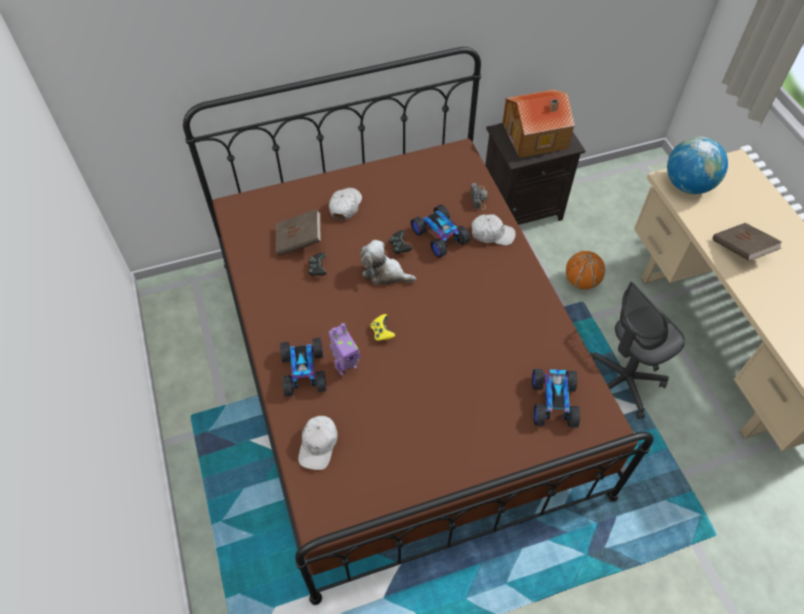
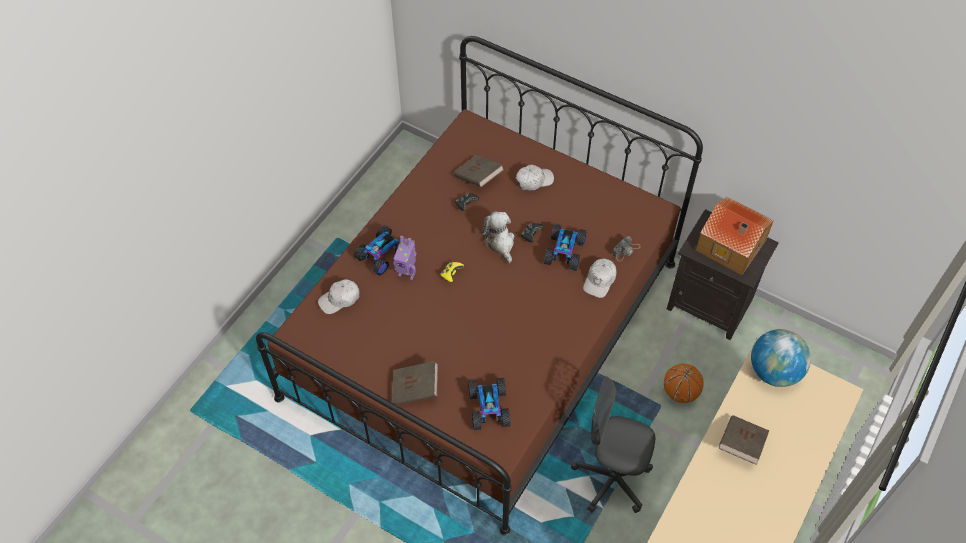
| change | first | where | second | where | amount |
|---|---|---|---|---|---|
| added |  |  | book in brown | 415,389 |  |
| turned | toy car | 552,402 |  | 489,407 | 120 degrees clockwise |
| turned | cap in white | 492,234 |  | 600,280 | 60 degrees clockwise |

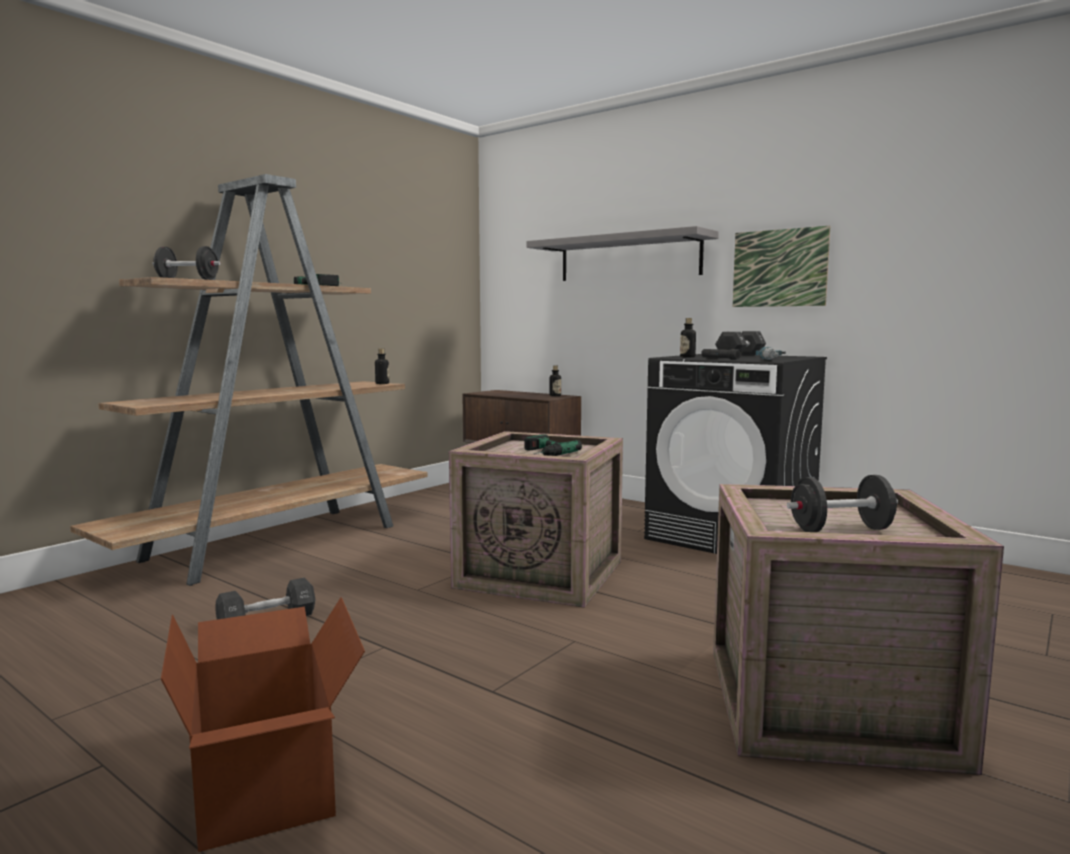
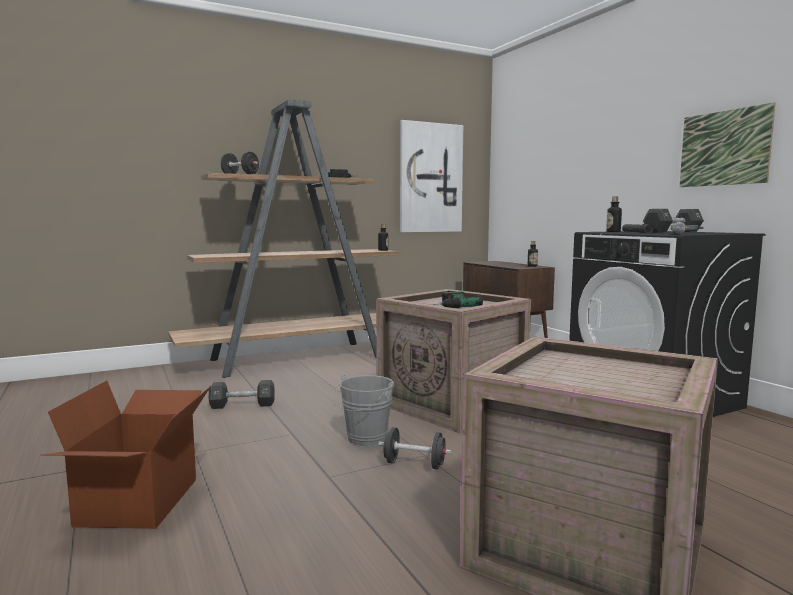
| change | first | where | second | where | amount |
|---|---|---|---|---|---|
| added |  |  | bucket in grey | 364,440 |  |
| moved | dumbbell in black | 841,530 |  | 414,464 |  |
| added |  |  | picture | 430,178 |  |
| removed | shelf in grey | 628,258 |  |  |  |

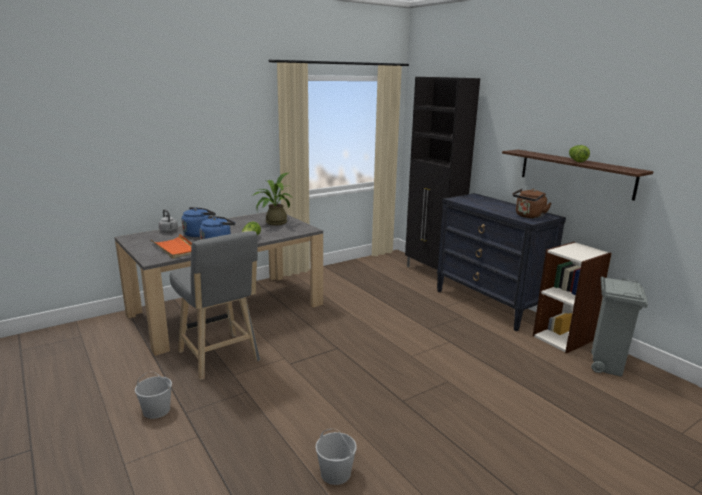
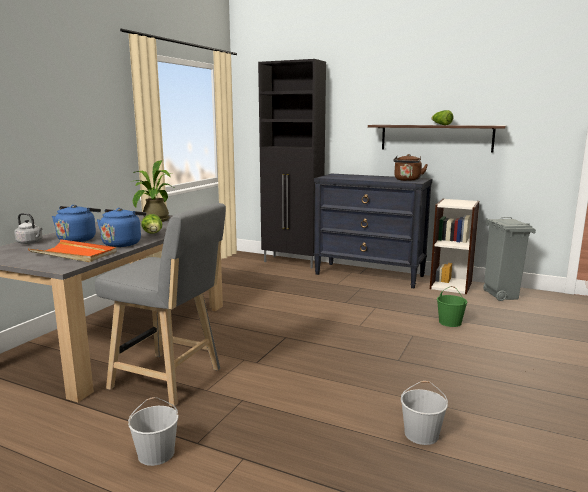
| change | first | where | second | where | amount |
|---|---|---|---|---|---|
| added |  |  | bucket in green | 450,322 |  |

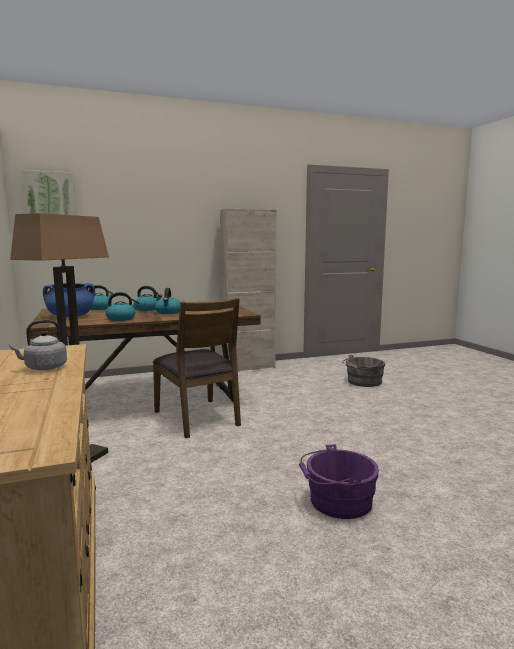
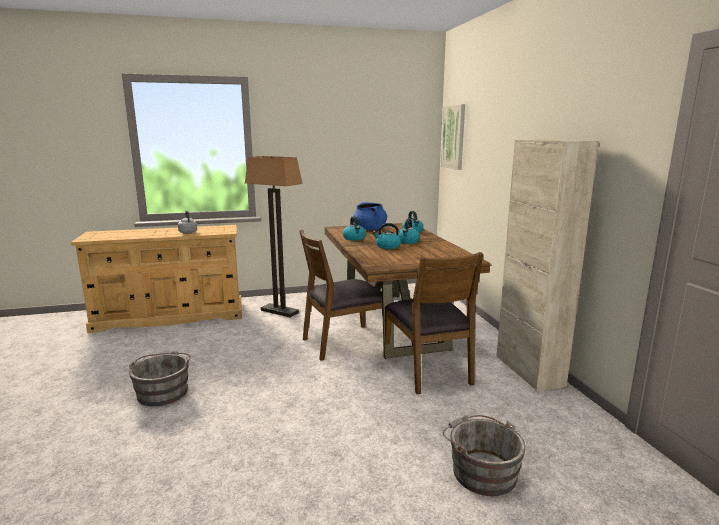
| change | first | where | second | where | amount |
|---|---|---|---|---|---|
| recoloured | bucket in purple | 337,501 | bucket in grey | 163,391 |  |
| added |  |  | chair in brown | 428,369 |  |

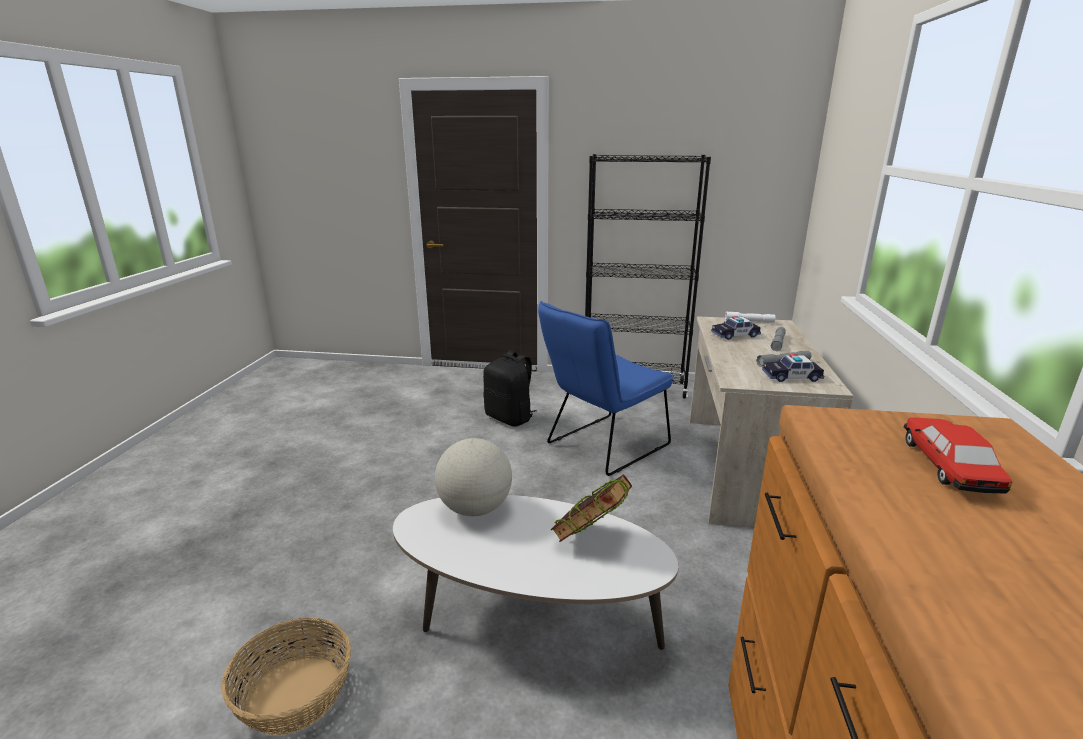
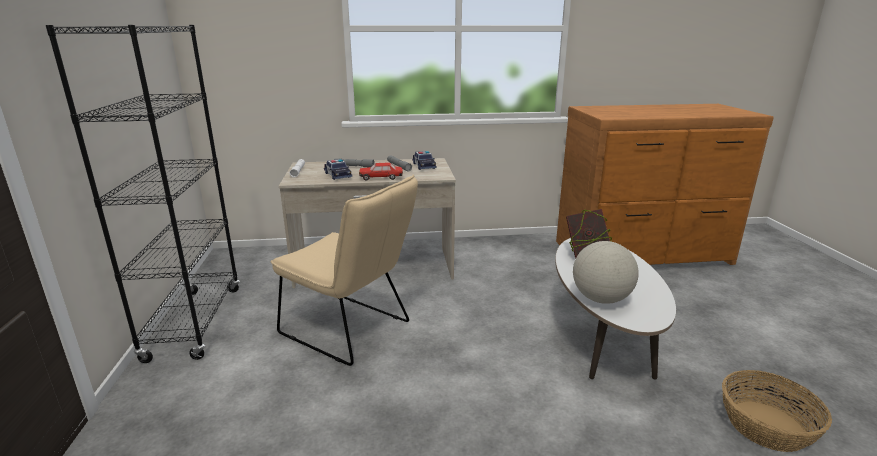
| change | first | where | second | where | amount |
|---|---|---|---|---|---|
| recoloured | chair in blue | 602,447 | chair in beige | 351,330 |  |
| moved | toy car | 948,467 |  | 381,178 |  |
| removed | backpack in black | 510,418 |  |  |  |

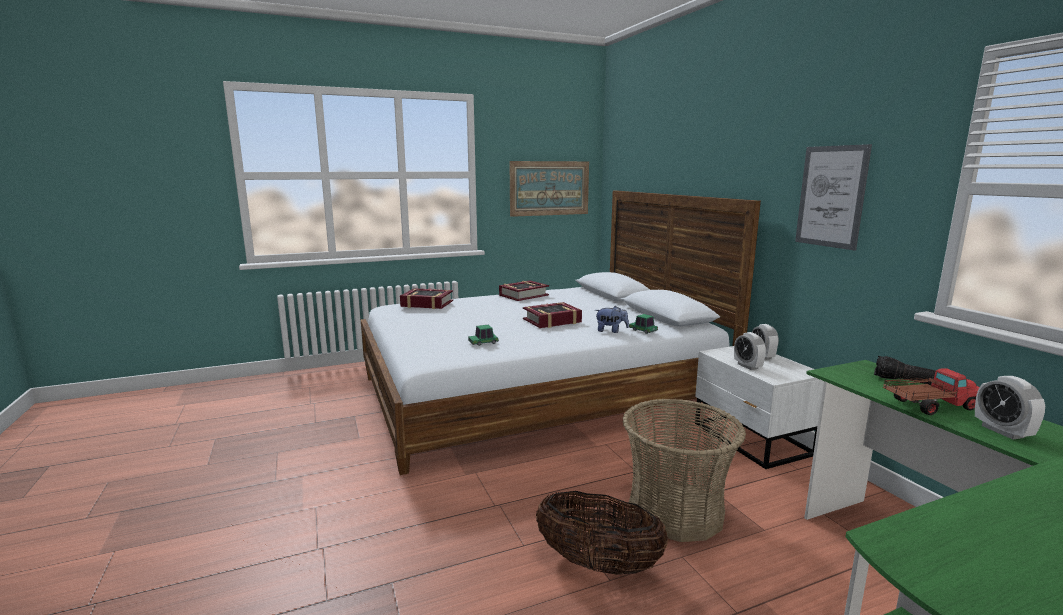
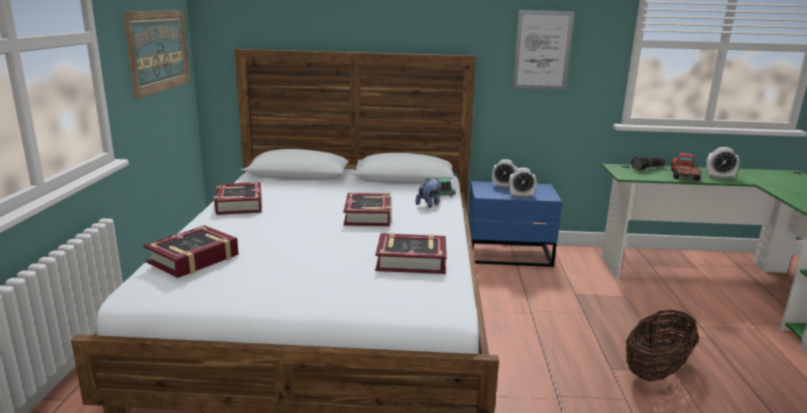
| change | first | where | second | where | amount |
|---|---|---|---|---|---|
| replaced | toy car | 483,343 | book | 411,261 |  |
| recoloured | nightstand in white | 751,440 | nightstand in blue | 509,255 |  |
| removed | basket | 676,511 |  |  |  |

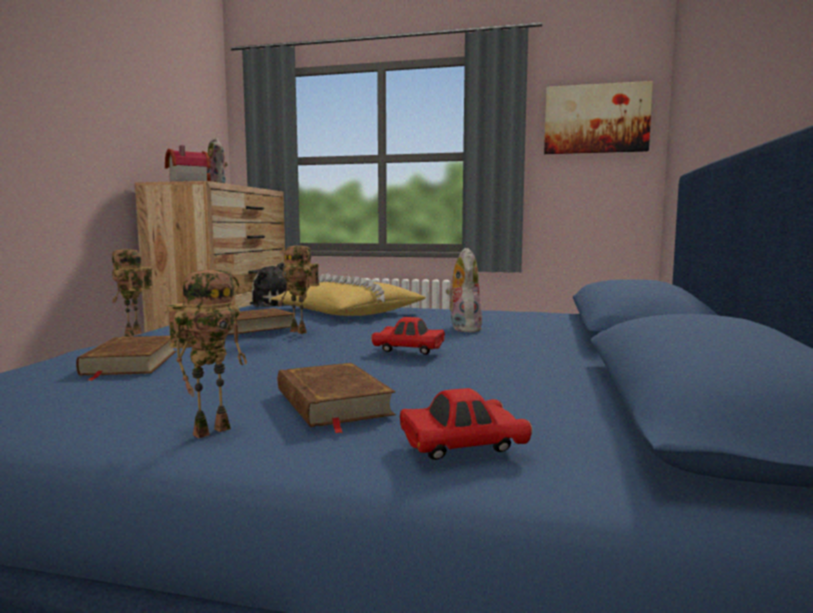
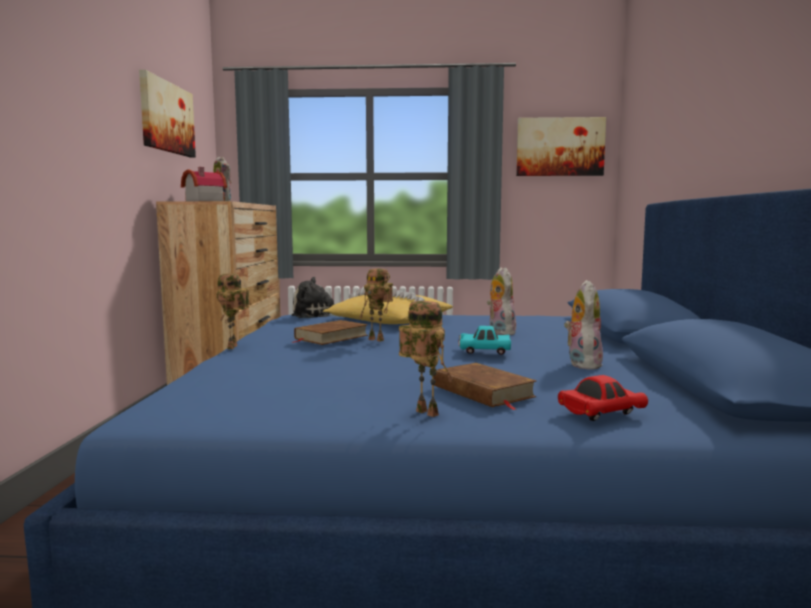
| change | first | where | second | where | amount |
|---|---|---|---|---|---|
| added |  |  | picture | 166,117 |  |
| turned | toy robot | 212,430 |  | 423,413 | 75 degrees counterclockwise |
| recoloured | toy car in red | 409,350 | toy car in turquoise | 484,352 |  |
| added |  |  | plush toy | 581,364 |  |
| removed | book in brown | 130,363 |  |  |  |

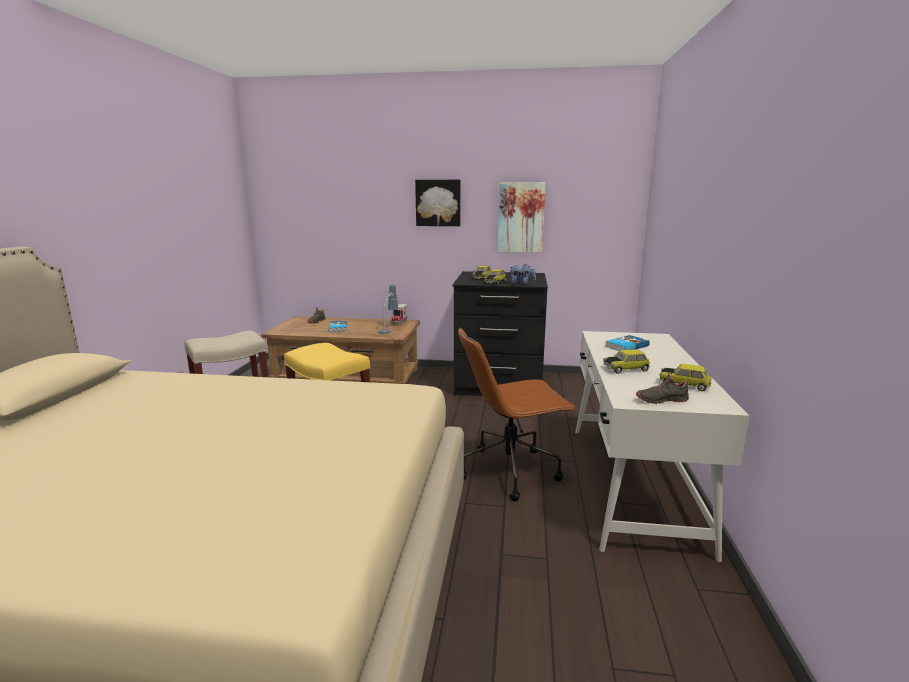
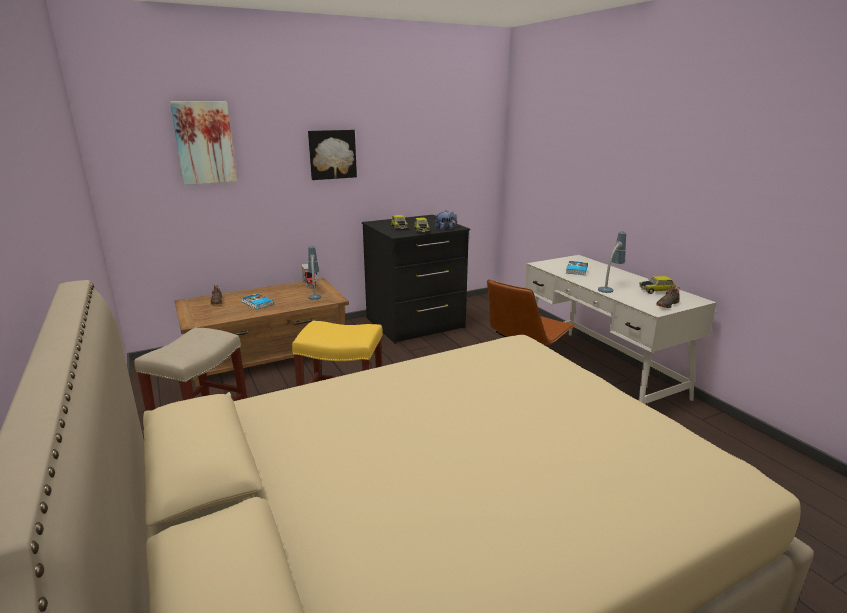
| change | first | where | second | where | amount |
|---|---|---|---|---|---|
| moved | picture | 521,217 |  | 204,143 |  |
| replaced | toy car | 625,369 | table lamp | 610,287 |  |

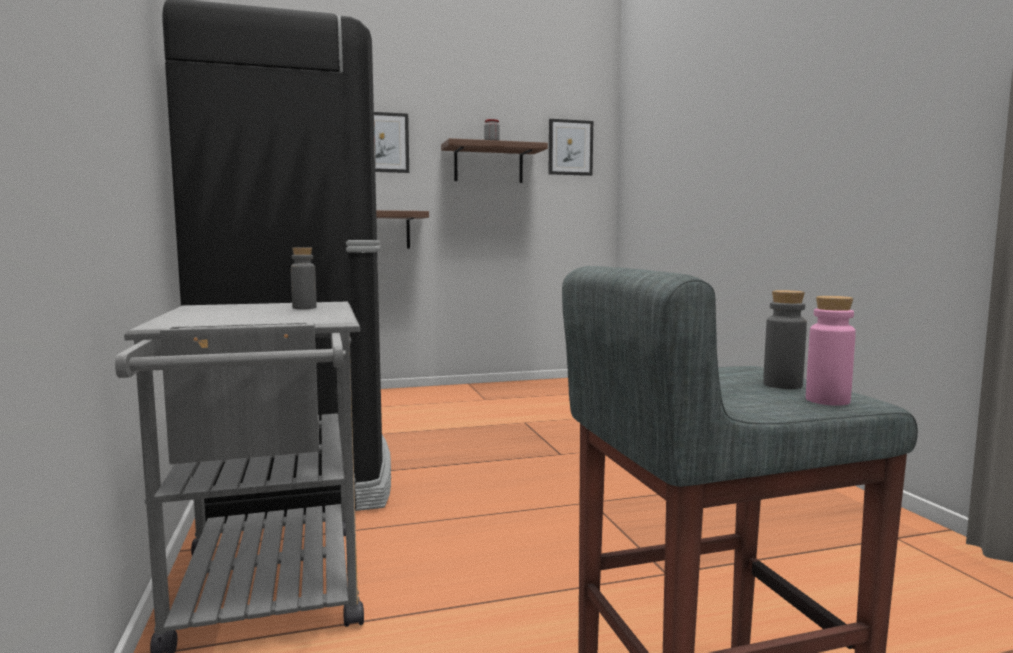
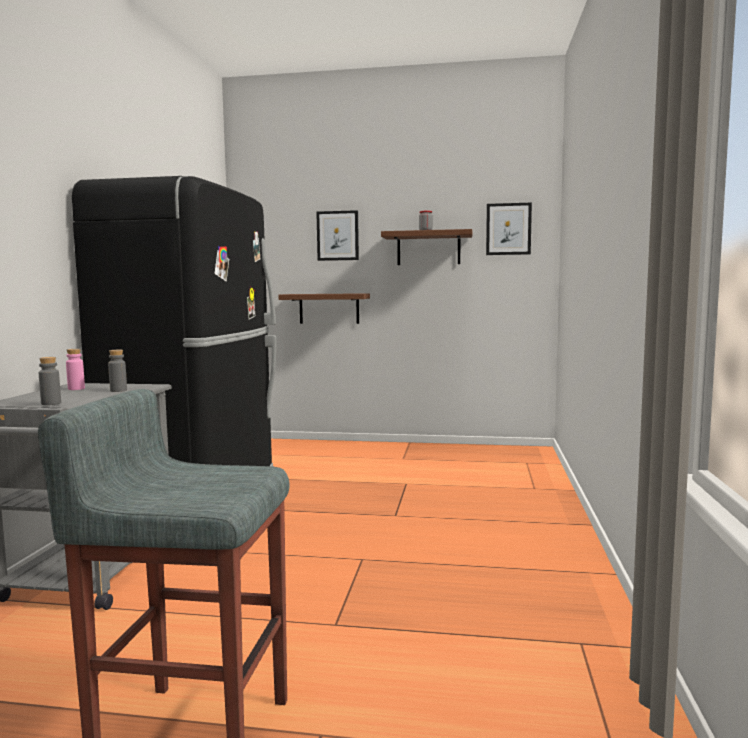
| change | first | where | second | where | amount |
|---|---|---|---|---|---|
| moved | bottle in grey | 782,385 |  | 51,403 |  |
| moved | bottle in pink | 827,400 |  | 76,389 |  |

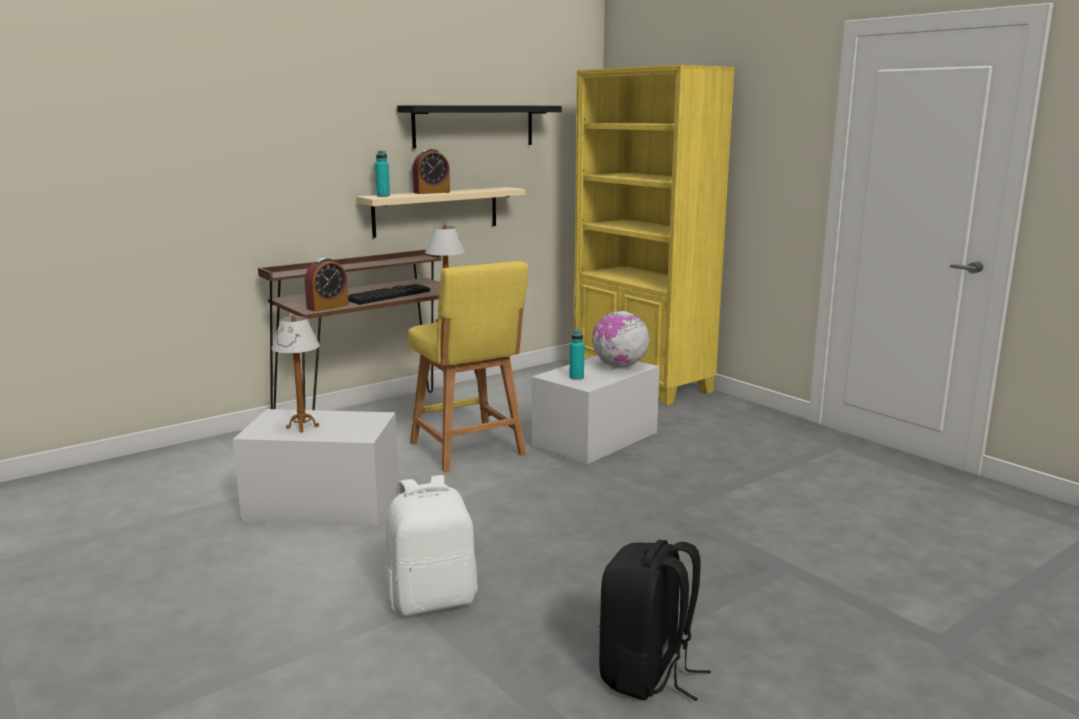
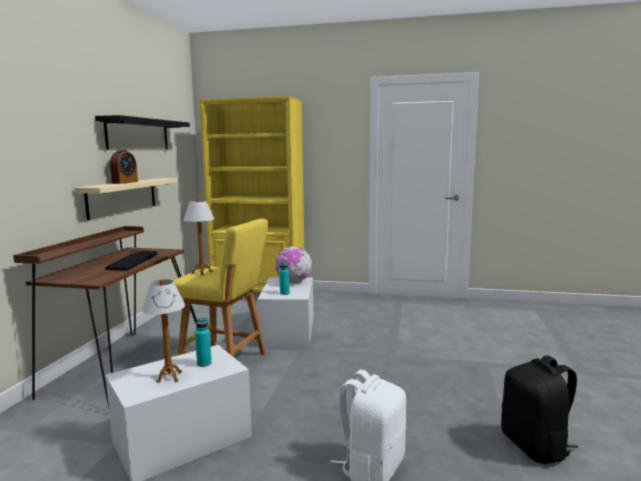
| change | first | where | second | where | amount |
|---|---|---|---|---|---|
| moved | bottle in turquoise | 383,196 |  | 204,363 |  |
| removed | alarm clock | 327,307 |  |  |  |

